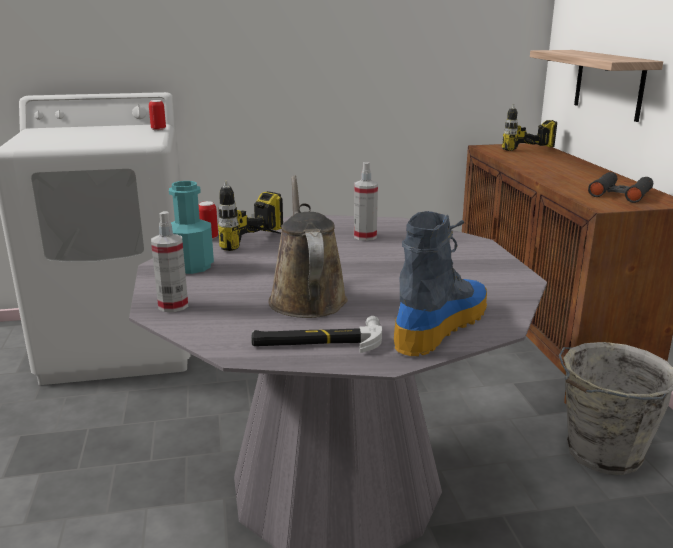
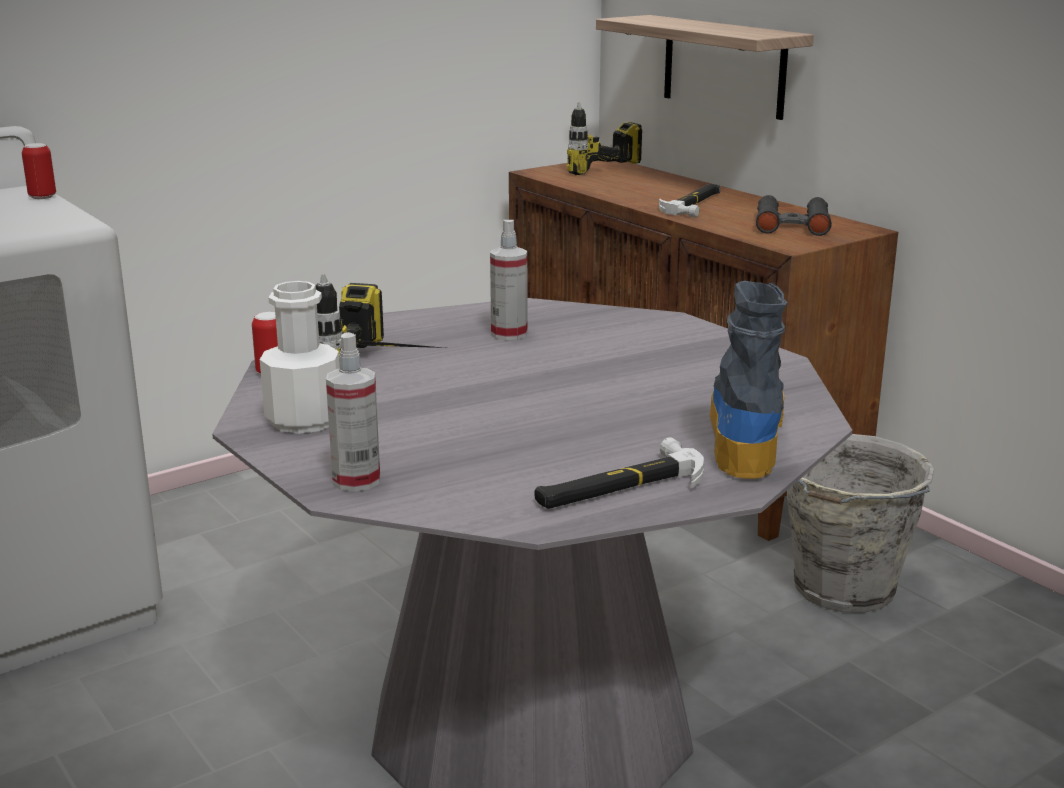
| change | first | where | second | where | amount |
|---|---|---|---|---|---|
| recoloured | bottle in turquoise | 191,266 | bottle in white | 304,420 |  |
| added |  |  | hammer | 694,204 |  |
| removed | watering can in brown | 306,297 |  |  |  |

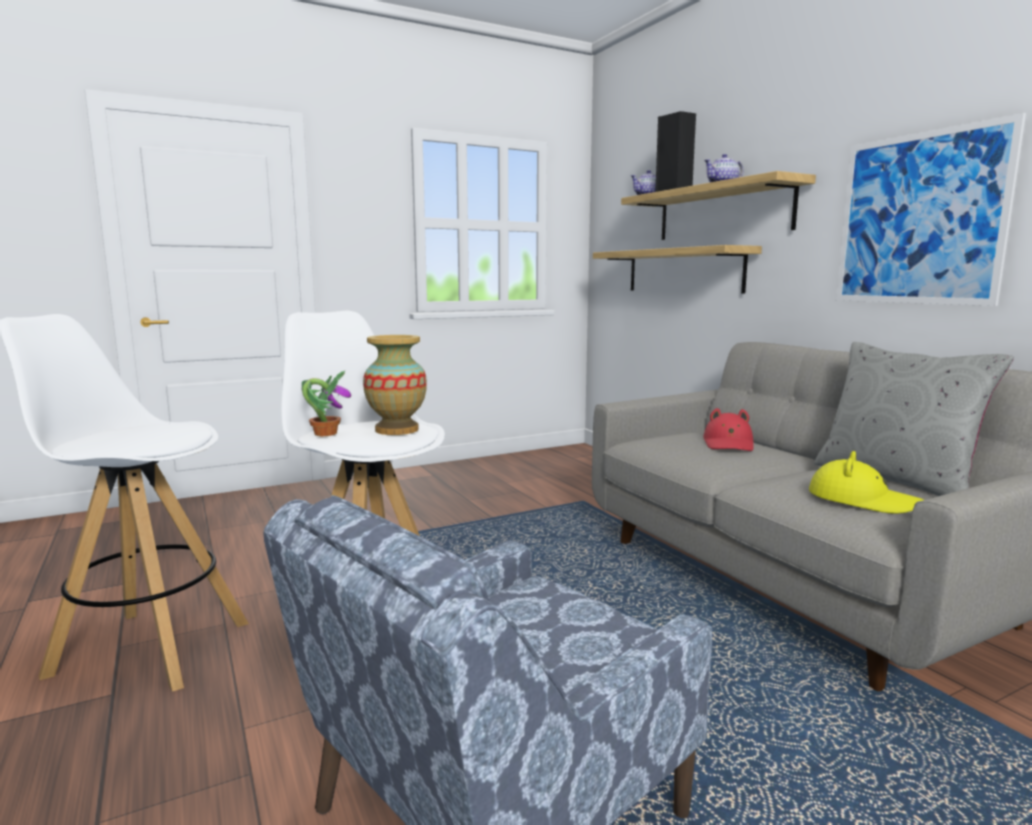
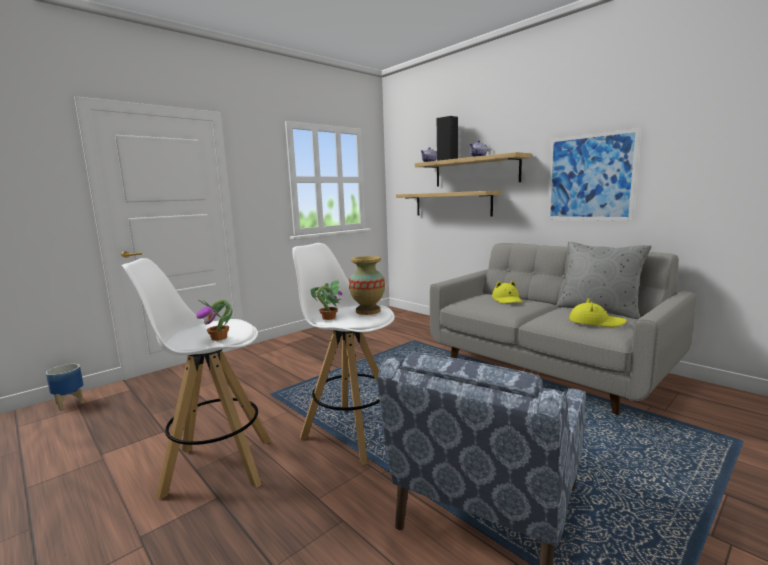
| change | first | where | second | where | amount |
|---|---|---|---|---|---|
| added |  |  | planter | 70,403 |  |
| added |  |  | potted plant | 219,338 |  |
| recoloured | hat in red | 729,444 | hat in yellow | 507,300 |  |

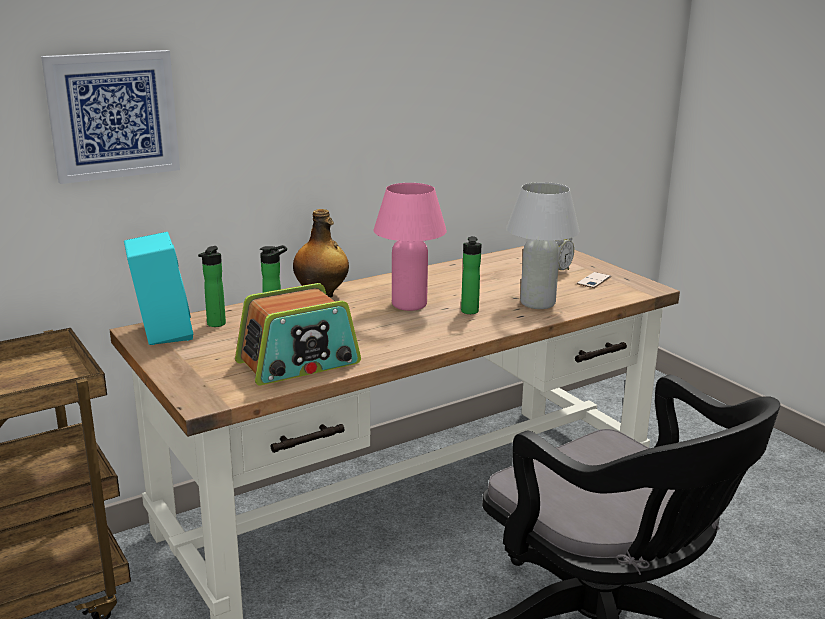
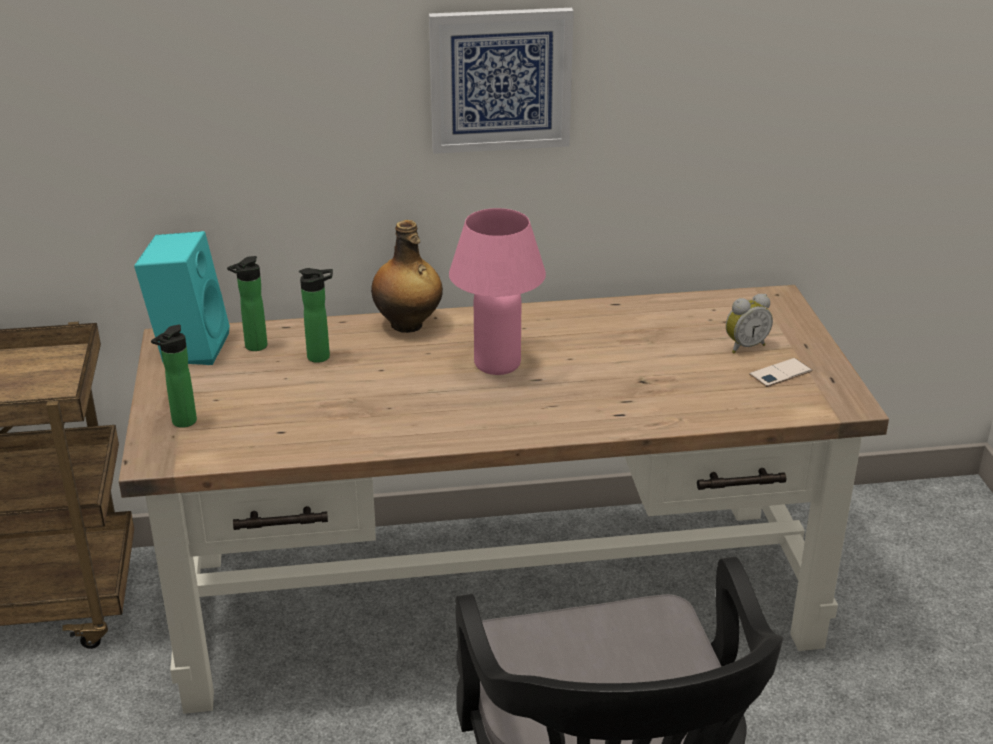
| change | first | where | second | where | amount |
|---|---|---|---|---|---|
| moved | bottle | 469,312 |  | 181,423 |  |
| moved | picture | 113,115 |  | 500,80 |  |
| removed | radio | 299,363 |  |  |  |
| removed | table lamp in white | 537,303 |  |  |  |

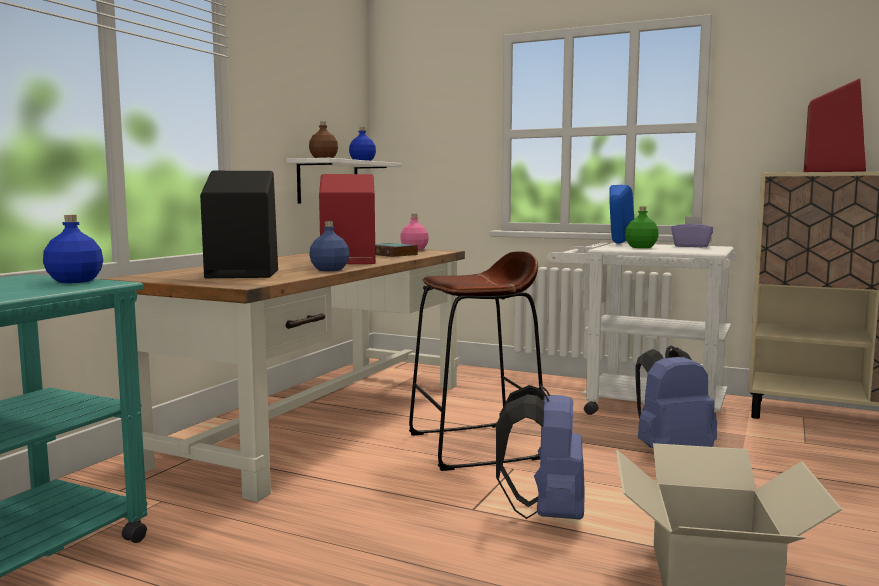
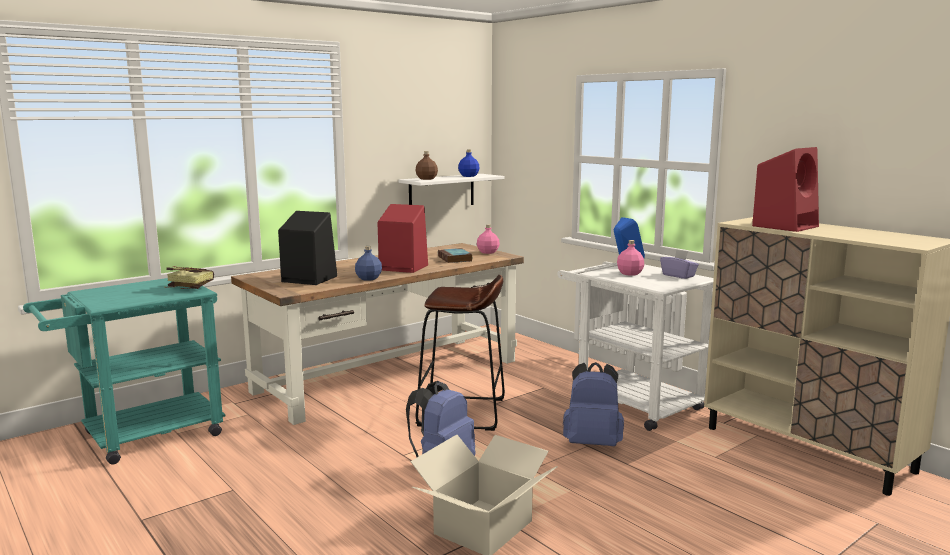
| change | first | where | second | where | amount |
|---|---|---|---|---|---|
| replaced | bottle in blue | 75,281 | book | 187,288 |  |
| recoloured | bottle in green | 641,247 | bottle in pink | 630,274 |  |

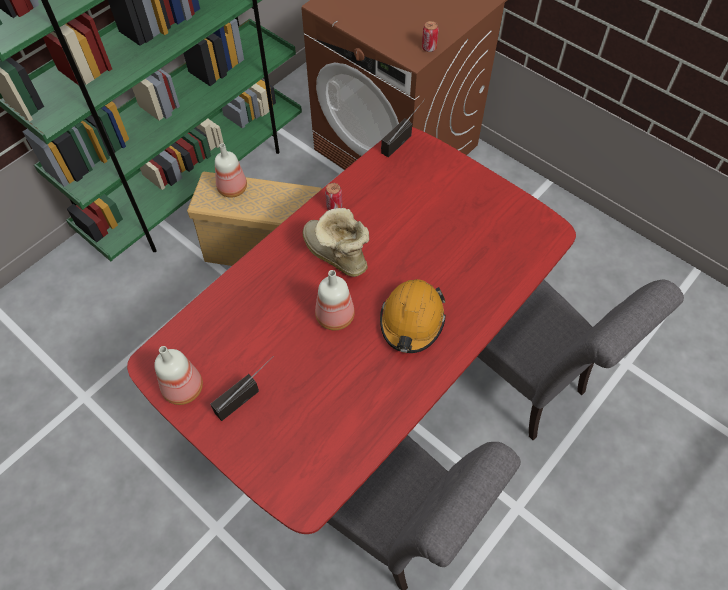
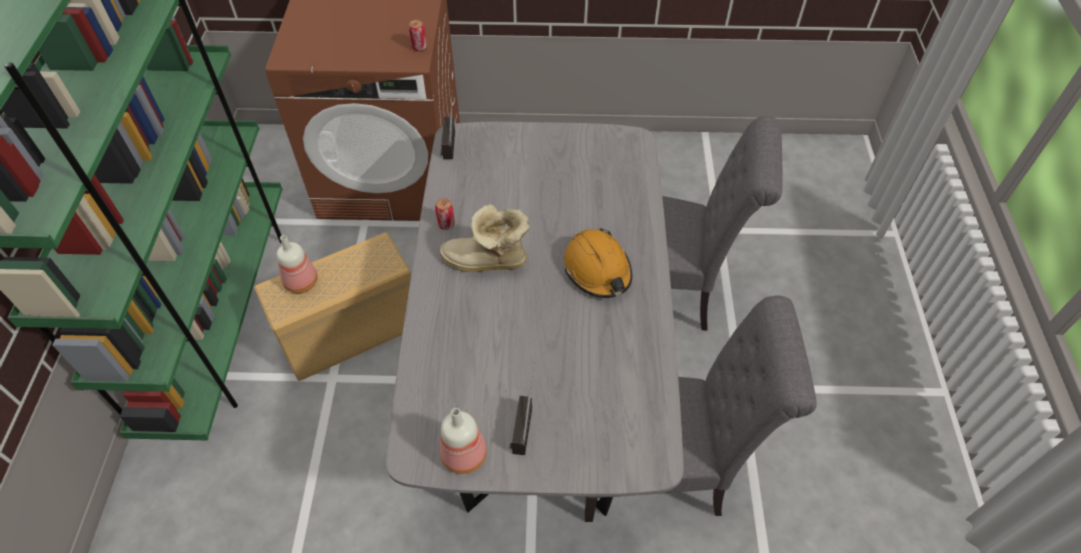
| change | first | where | second | where | amount |
|---|---|---|---|---|---|
| recoloured | dining table in red | 364,381 | dining table in grey | 541,379 |  |
| removed | bottle | 334,315 |  |  |  |

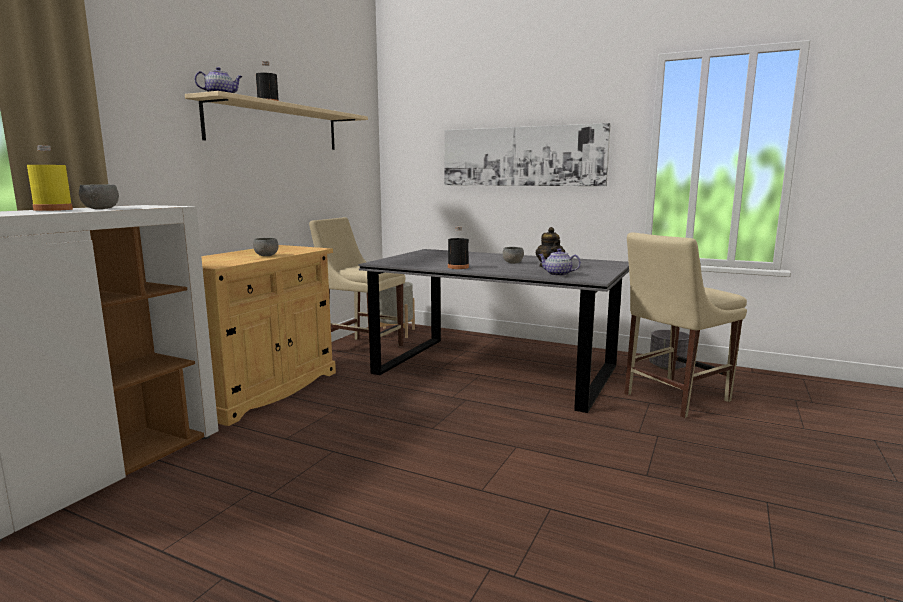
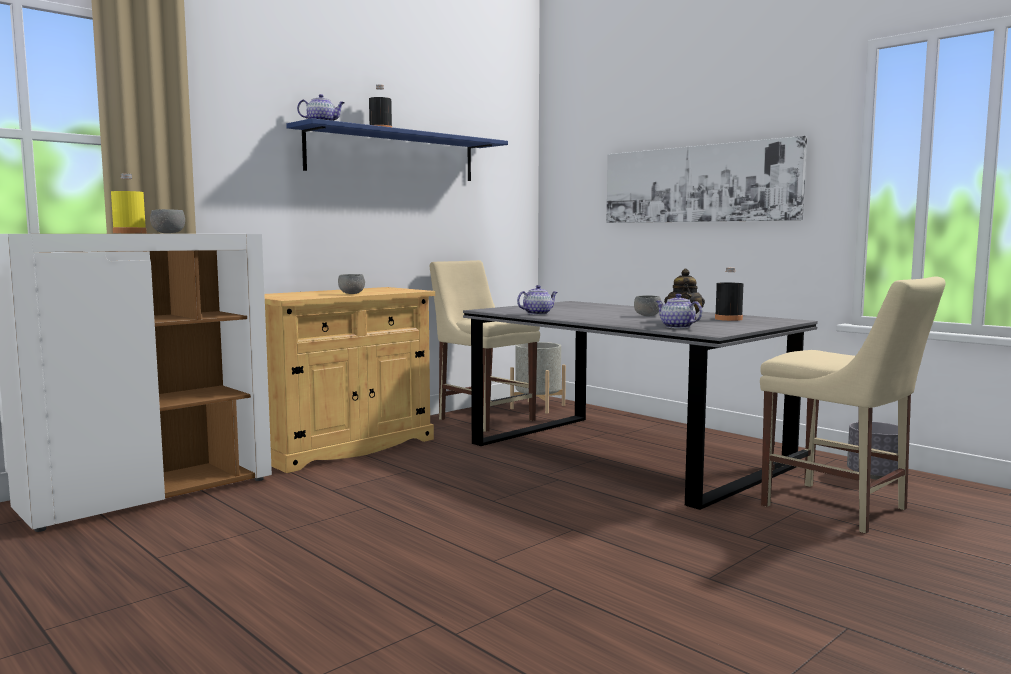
| change | first | where | second | where | amount |
|---|---|---|---|---|---|
| recoloured | shelf in beige | 276,126 | shelf in blue | 393,155 |  |
| added |  |  | teapot | 537,313 |  |
| moved | bottle in black | 458,267 |  | 728,319 |  |
| turned | chair in beige | 672,398 |  | 840,509 | 120 degrees counterclockwise |

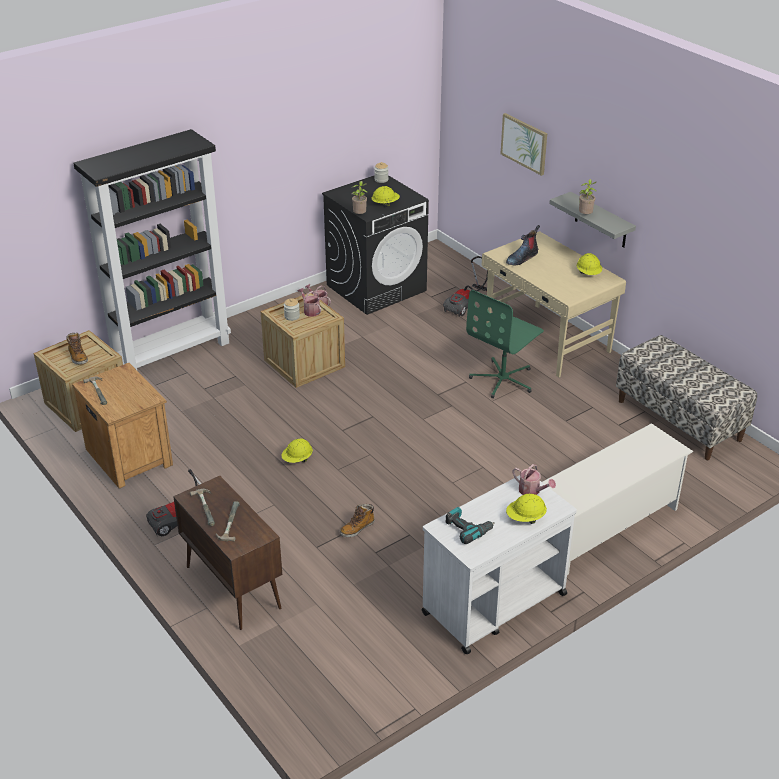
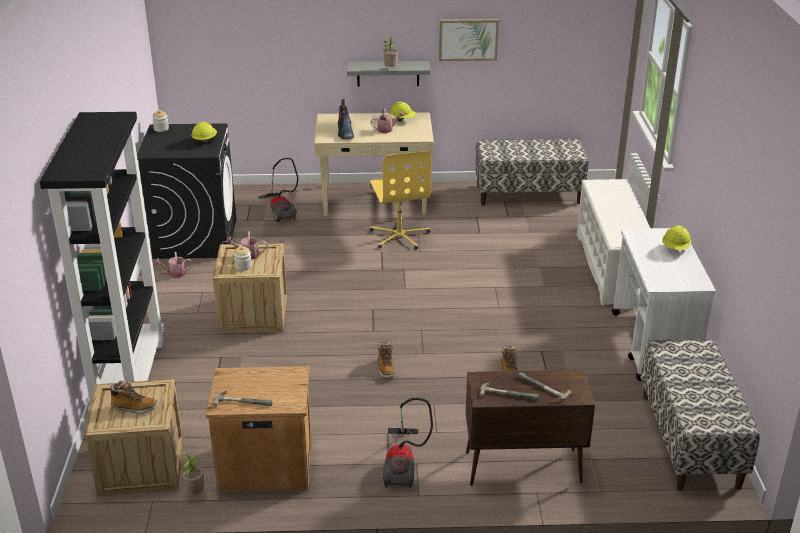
| change | first | where | second | where | amount |
|---|---|---|---|---|---|
| moved | potted plant | 360,215 |  | 195,492 |  |
| moved | watering can | 532,491 |  | 387,129 |  |
| recoloured | office chair in green | 503,380 | office chair in yellow | 399,236 |  |
| replaced | hard hat in yellow | 297,459 | boot | 386,368 |  |
| moved | picture | 524,143 |  | 468,39 |  |
| added |  |  | bench | 690,440 |  |
| removed | power drill | 468,529 |  |  |  |

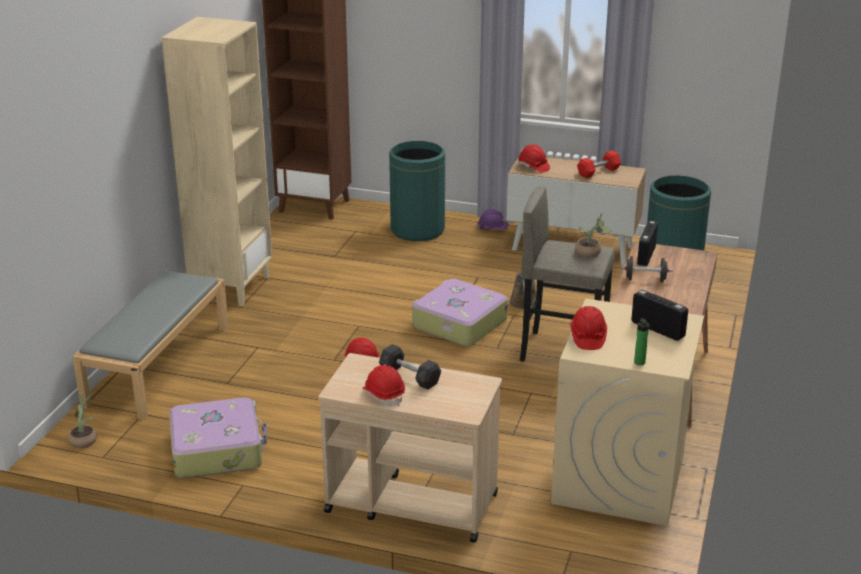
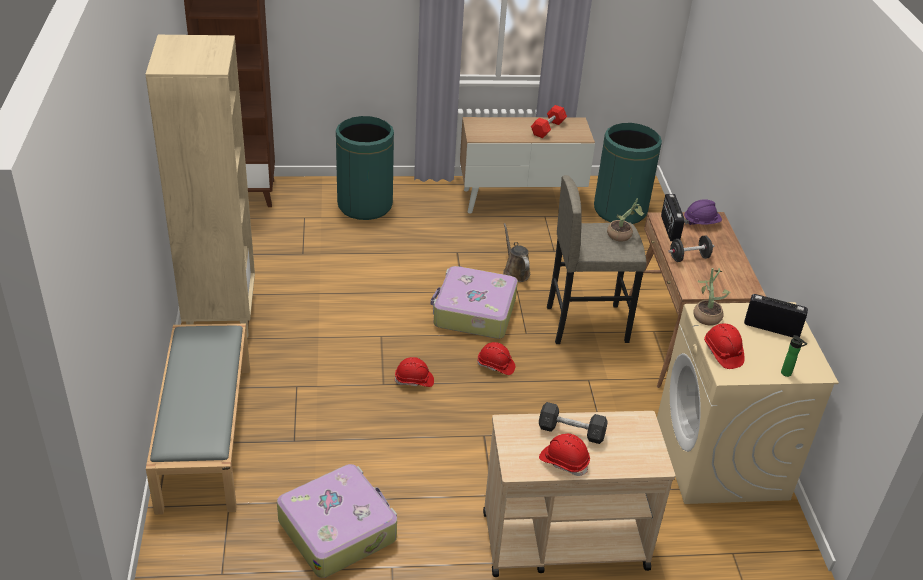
| change | first | where | second | where | amount |
|---|---|---|---|---|---|
| moved | hard hat in red | 533,167 |  | 496,366 |  |
| moved | hard hat in purple | 493,230 |  | 701,222 |  |
| moved | potted plant | 85,439 |  | 706,315 |  |

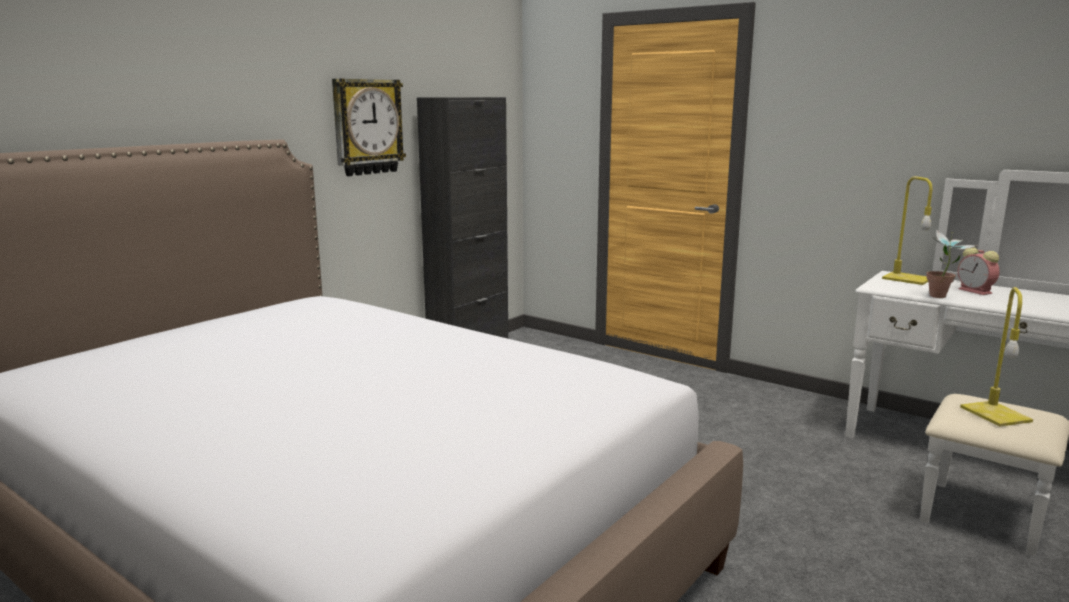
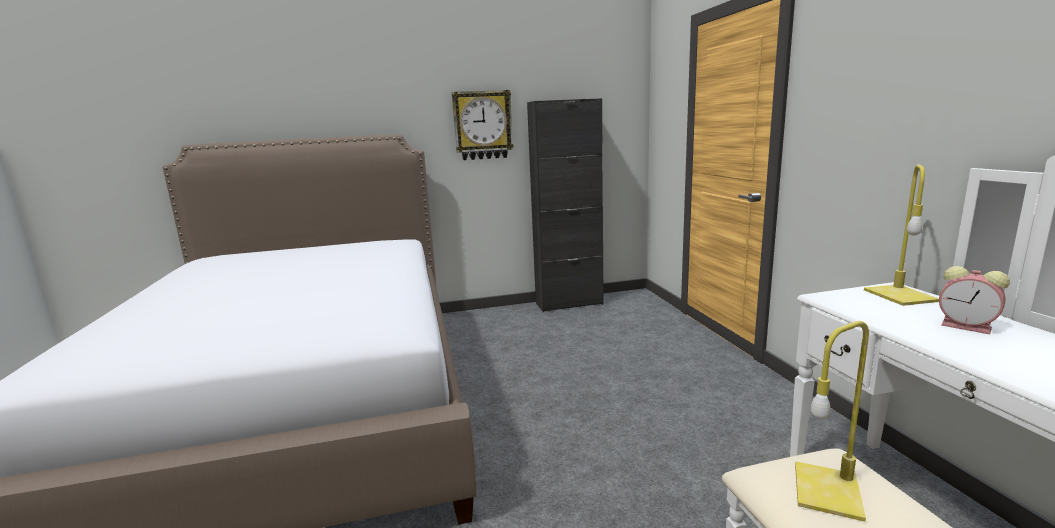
| change | first | where | second | where | amount |
|---|---|---|---|---|---|
| turned | alarm clock | 976,291 |  | 968,327 | 60 degrees counterclockwise |
| removed | potted plant | 941,297 |  |  |  |

